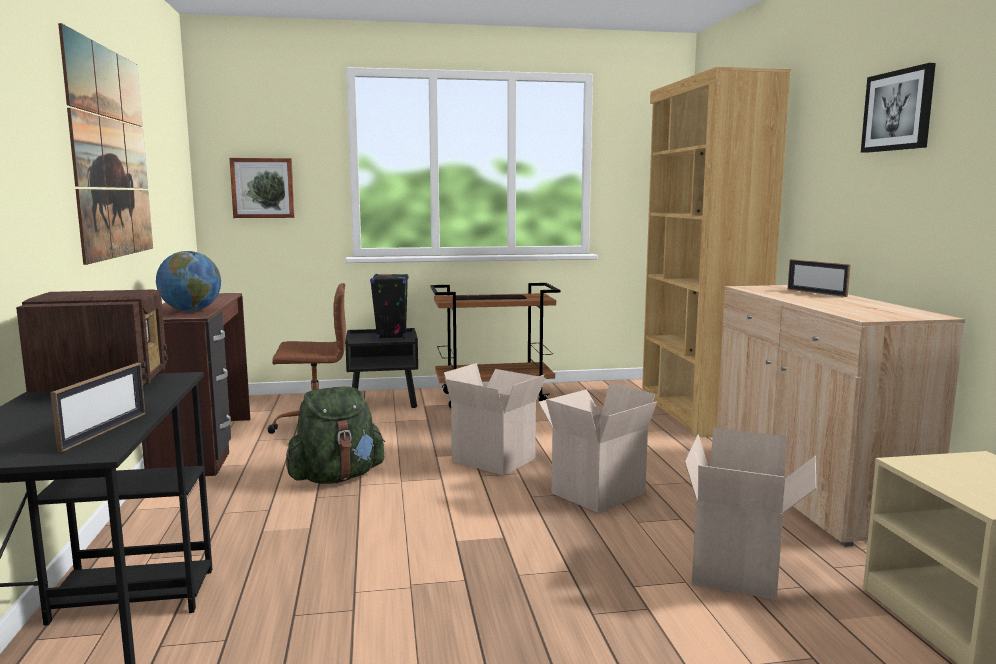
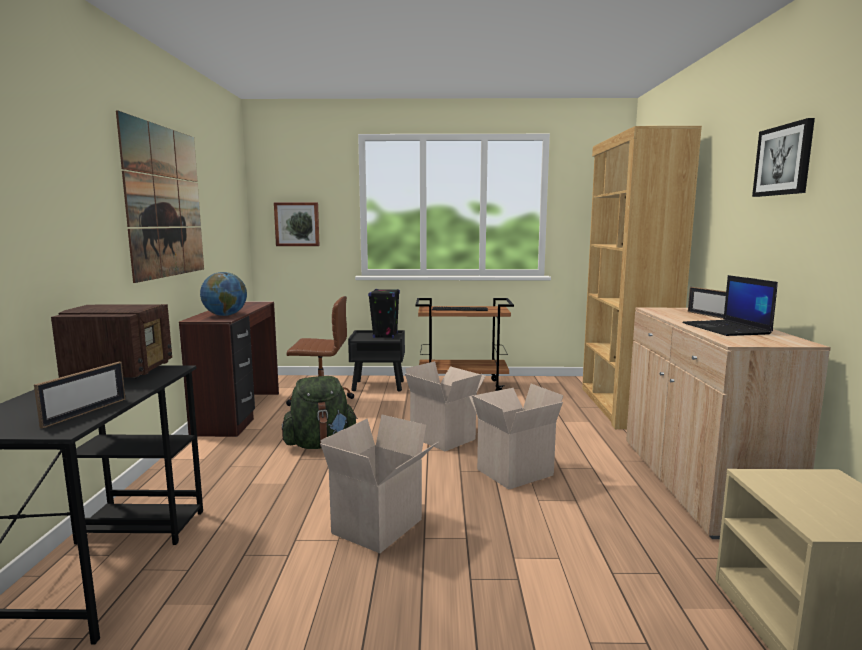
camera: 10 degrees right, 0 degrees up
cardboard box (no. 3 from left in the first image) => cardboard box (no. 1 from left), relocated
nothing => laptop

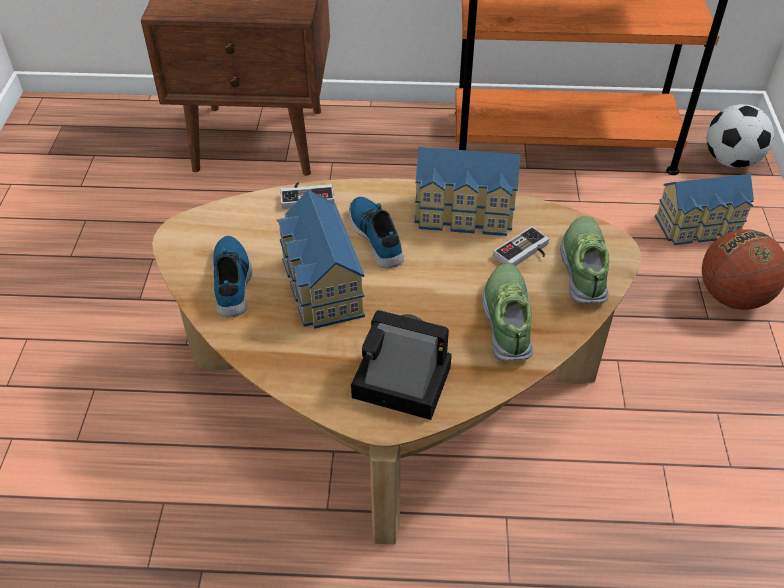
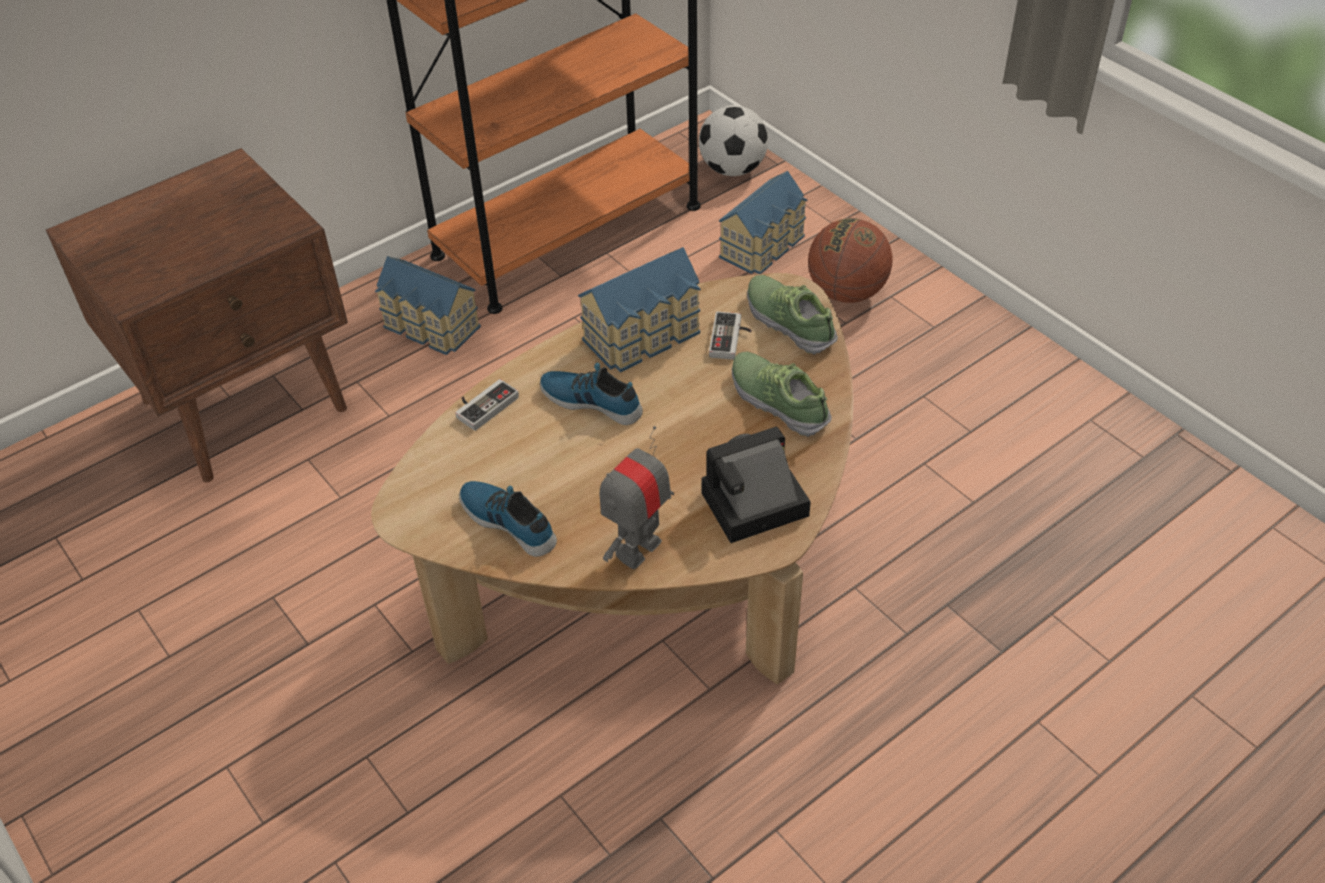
camera: 40 degrees left, 0 degrees up
toy house (no. 1 from left), relocated
nothing => toy robot

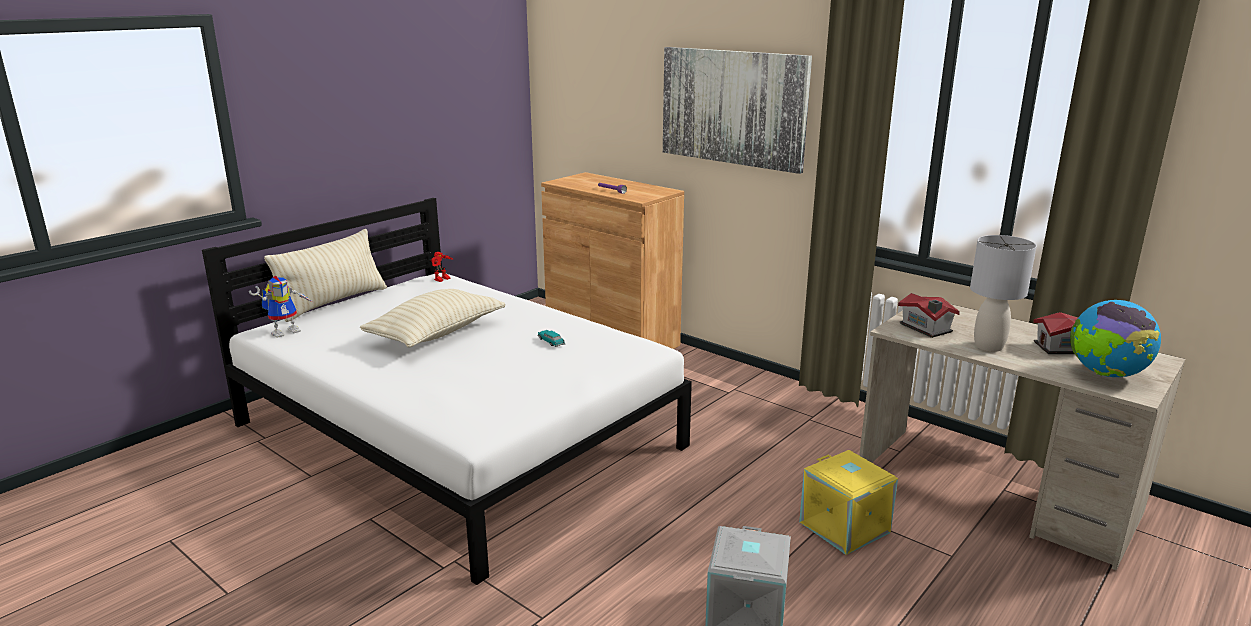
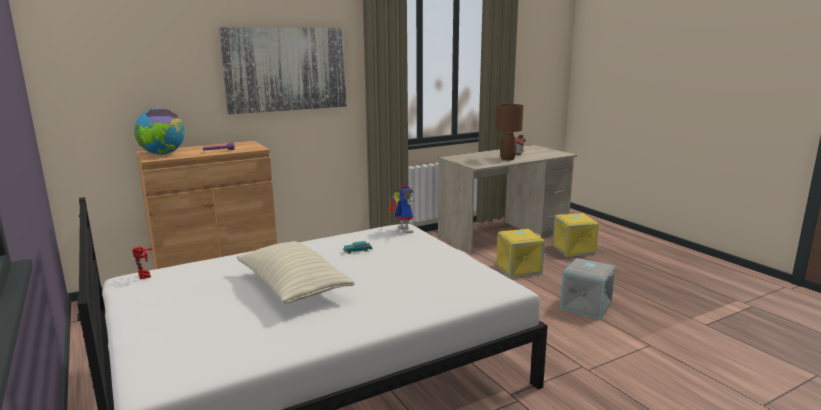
camera: 70 degrees left, 5 degrees down
globe, relocated
toy robot (no. 1 from left in the first image) => toy robot (no. 2 from left), relocated
grey table lamp => brown table lamp
nothing => yellow storage box (no. 2 from left)
beige pillow (no. 1 from left) => nothing
toy house (no. 1 from left) => nothing

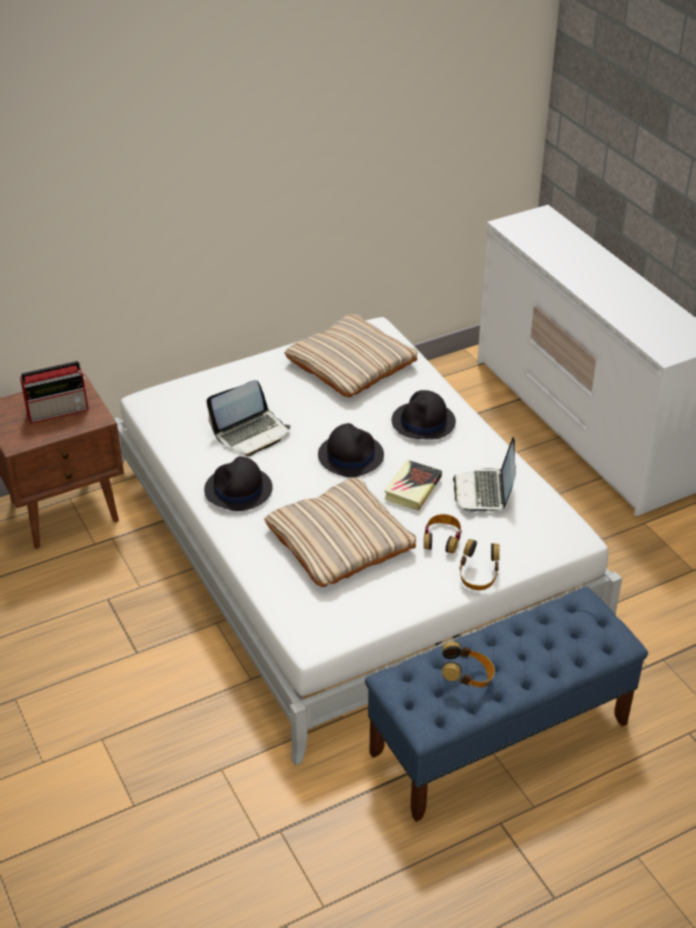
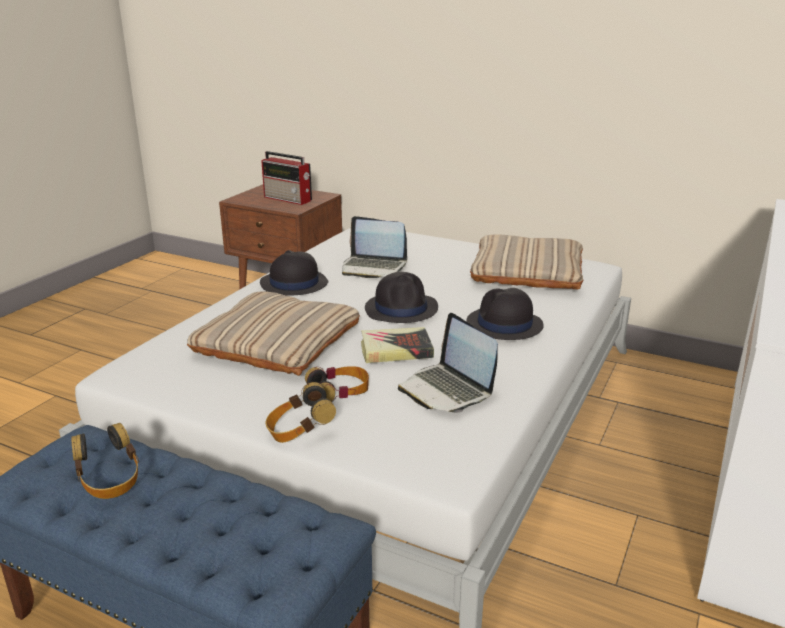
camera: 55 degrees right, 15 degrees down
laptop (no. 2 from left), 90 degrees counterclockwise

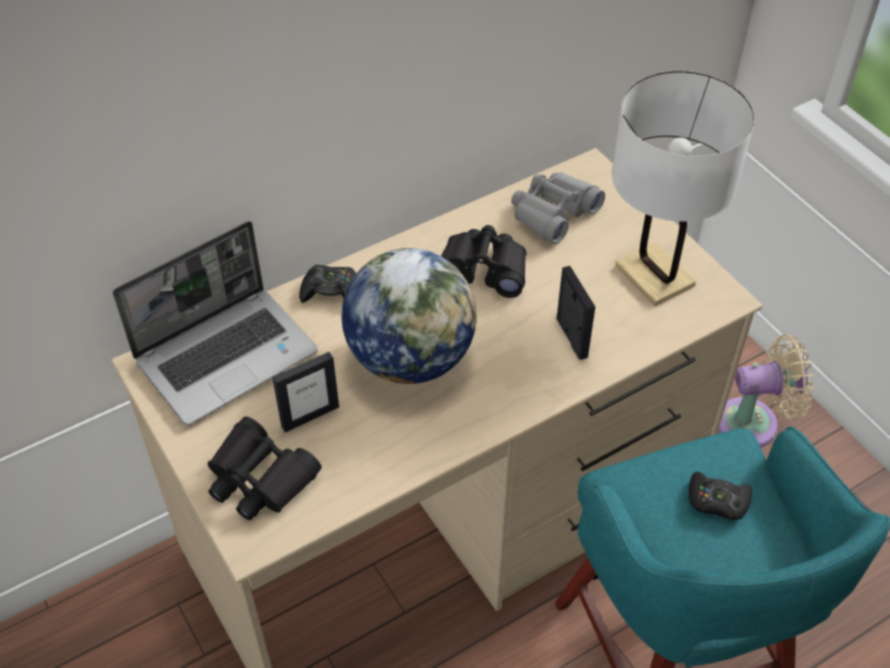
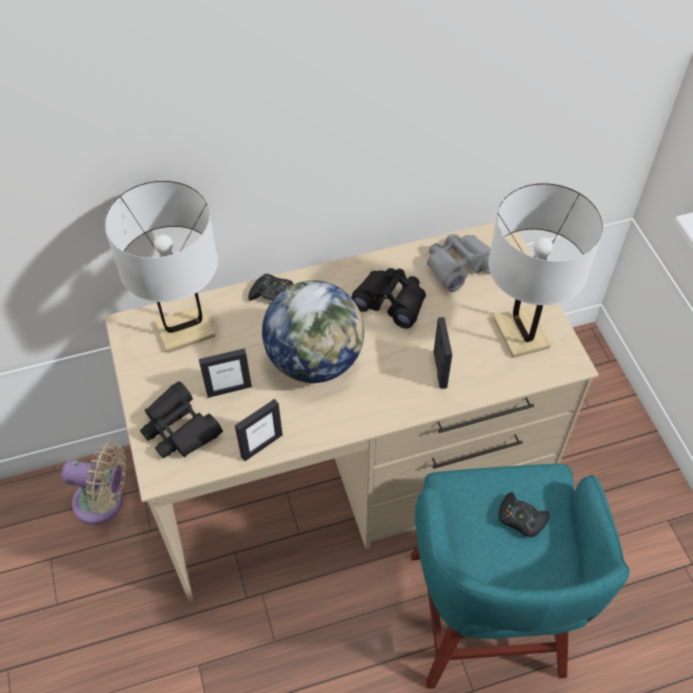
camera: 15 degrees right, 5 degrees up
beige fan, relocated
laptop => white table lamp (no. 1 from left)
nothing => picture frame (no. 2 from left)

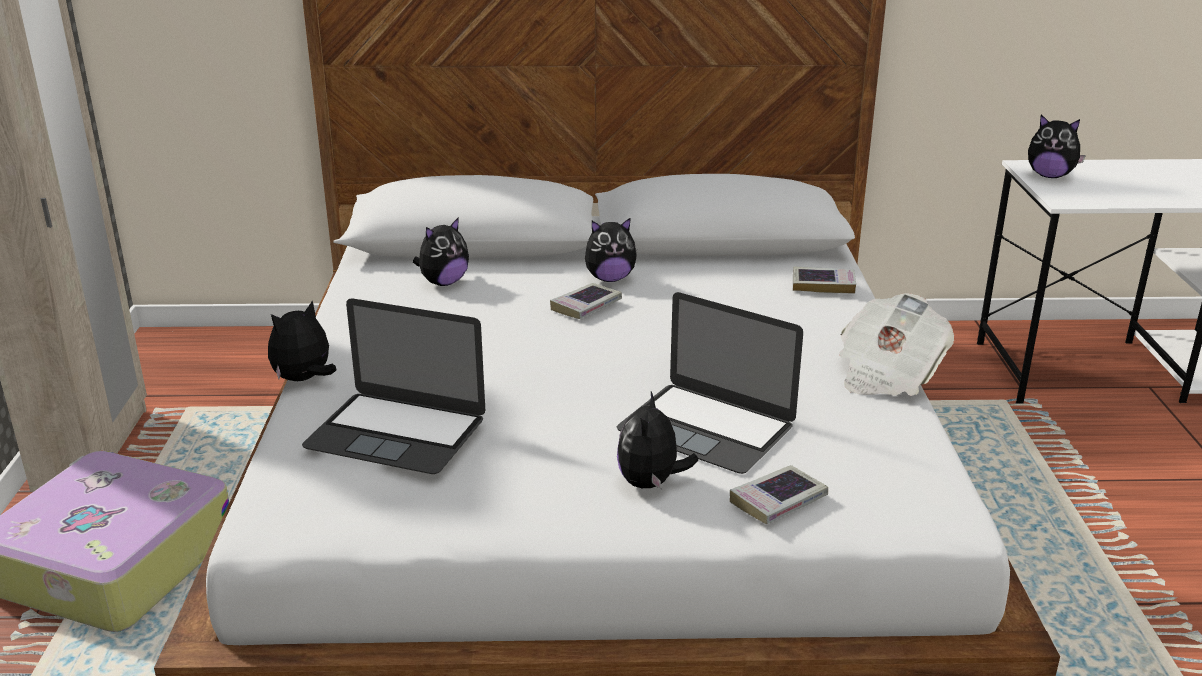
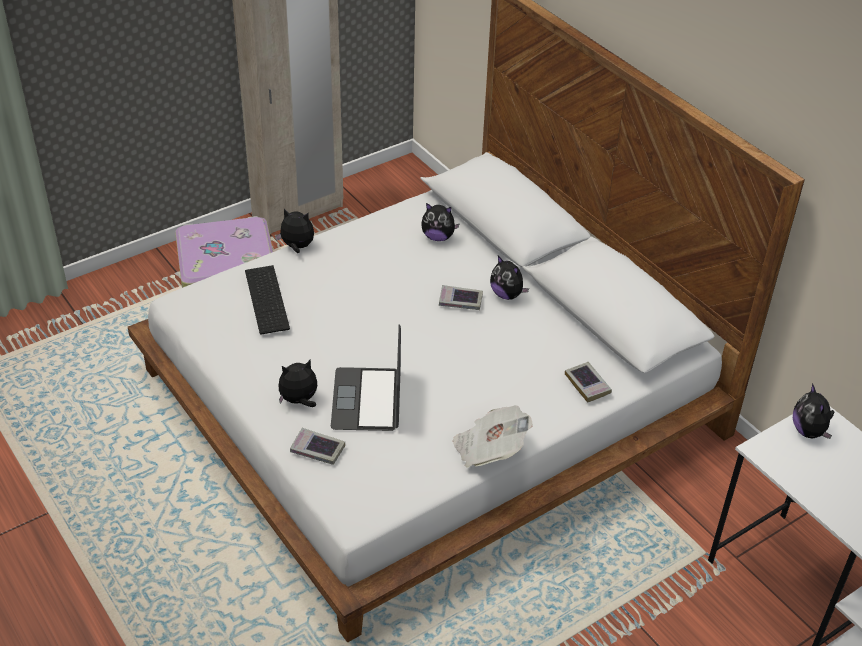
camera: 55 degrees right, 15 degrees up
laptop (no. 1 from left) => keyboard

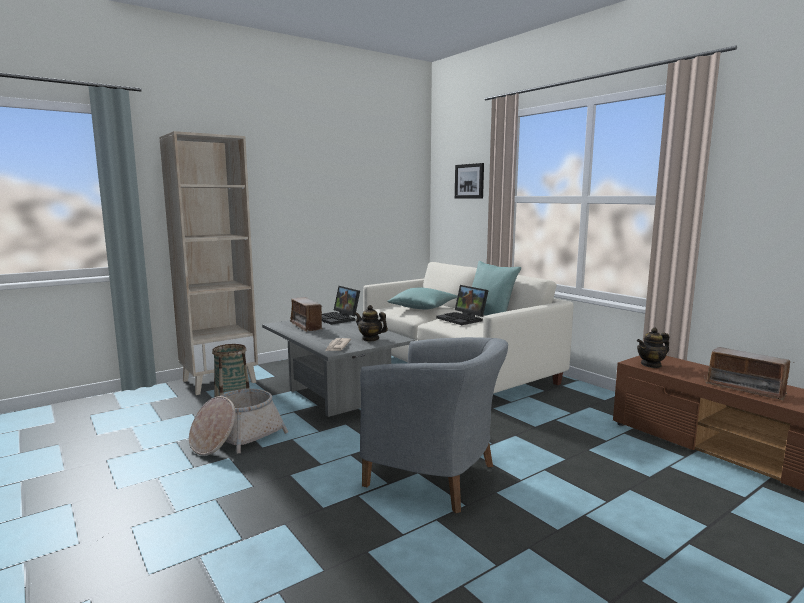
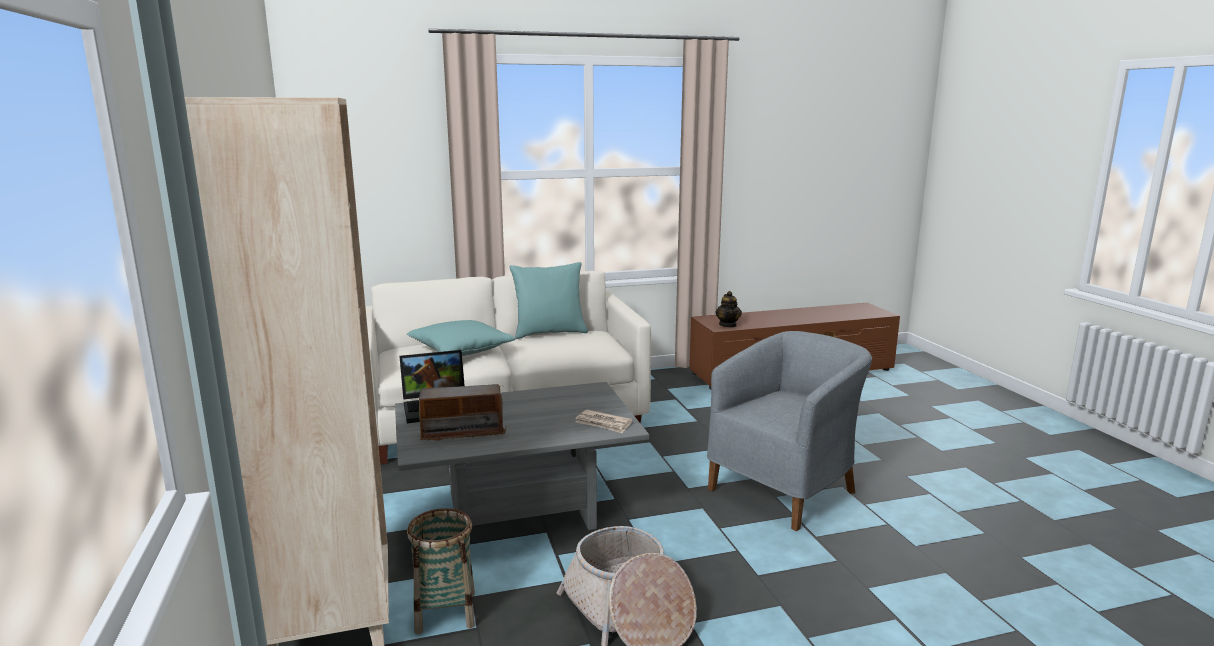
camera: 70 degrees left, 5 degrees up
teapot (no. 1 from left) => nothing
laptop (no. 2 from left) => nothing
picture => nothing
radio (no. 2 from left) => nothing

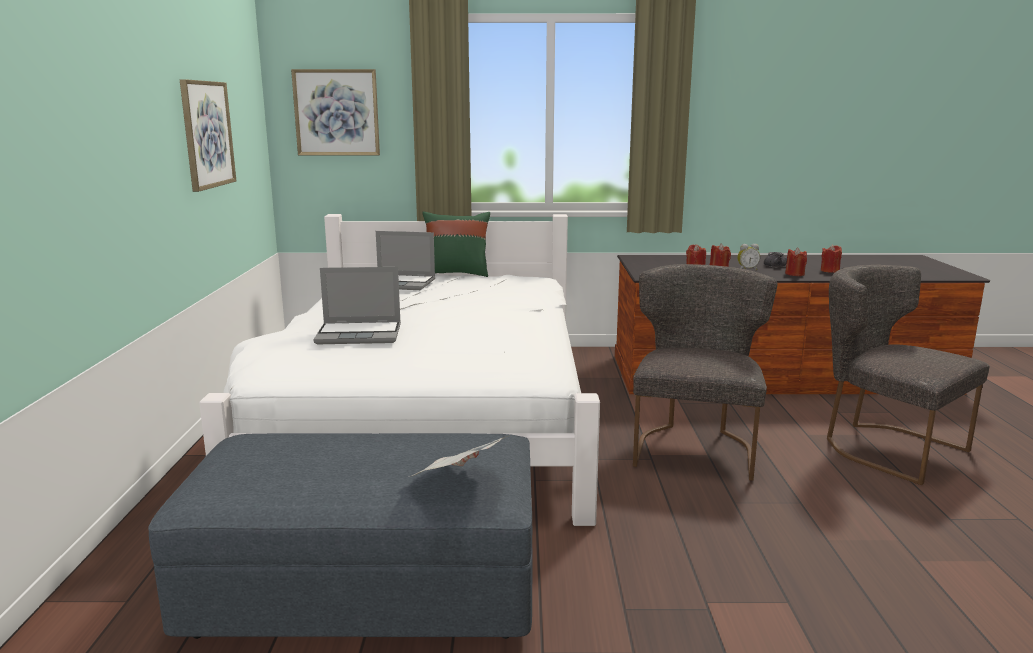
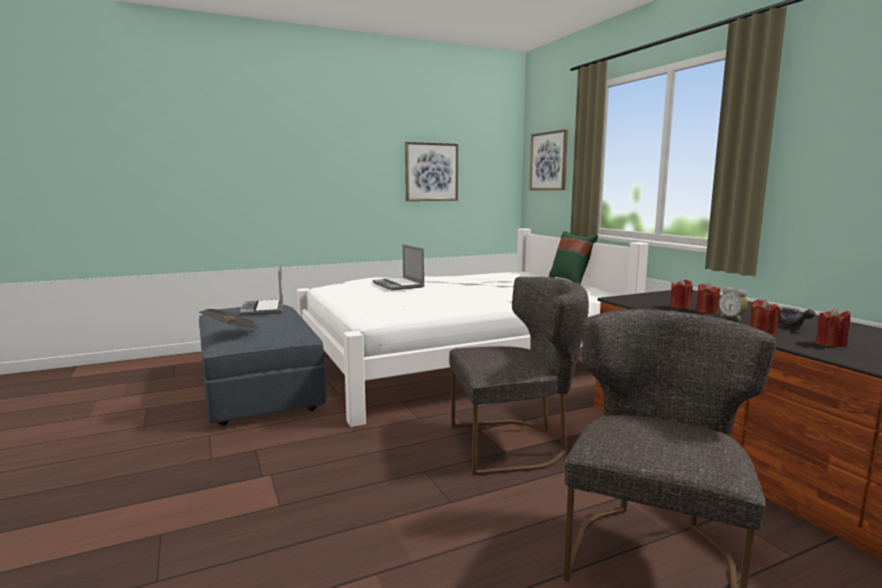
camera: 65 degrees right, 5 degrees down
laptop (no. 2 from left in the first image) => laptop (no. 1 from left), relocated

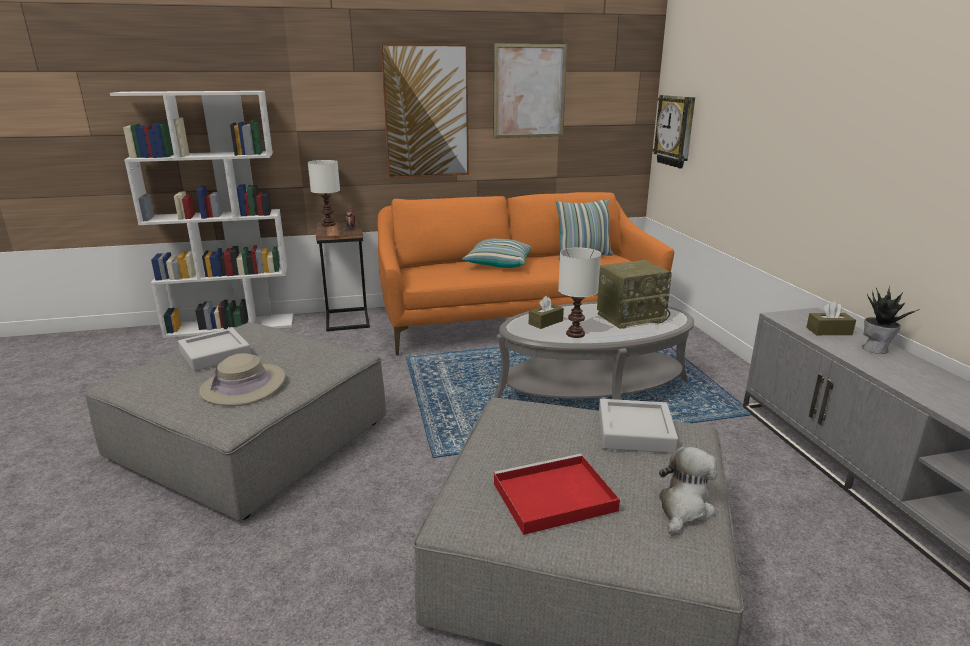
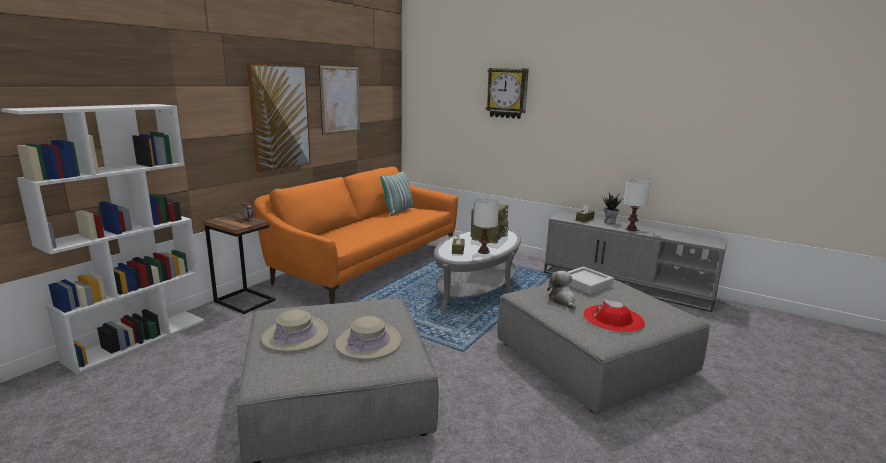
camera: 45 degrees left, 5 degrees down
grey tray (no. 1 from left) => beige hat (no. 1 from left)
wall clock, relocated
plush toy, relocated
red tray => red hat
white table lamp (no. 1 from left in the first image) => white table lamp (no. 2 from left), relocated
pillow (no. 1 from left) => nothing

